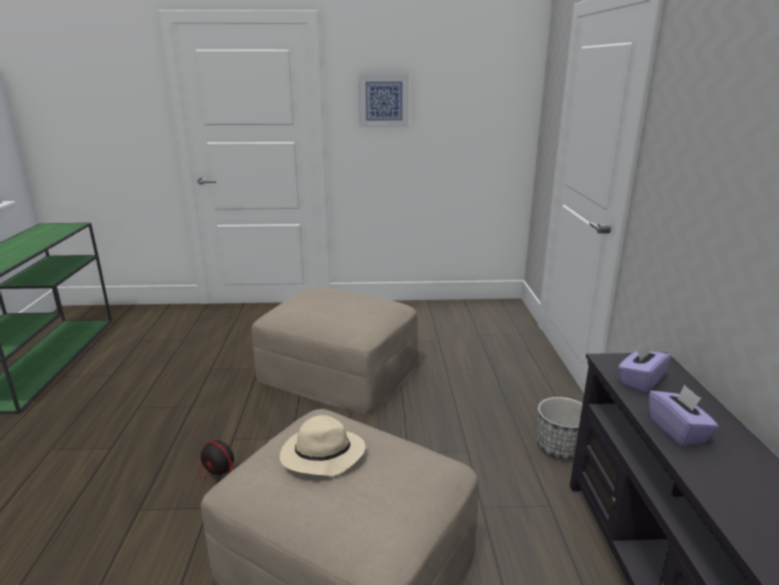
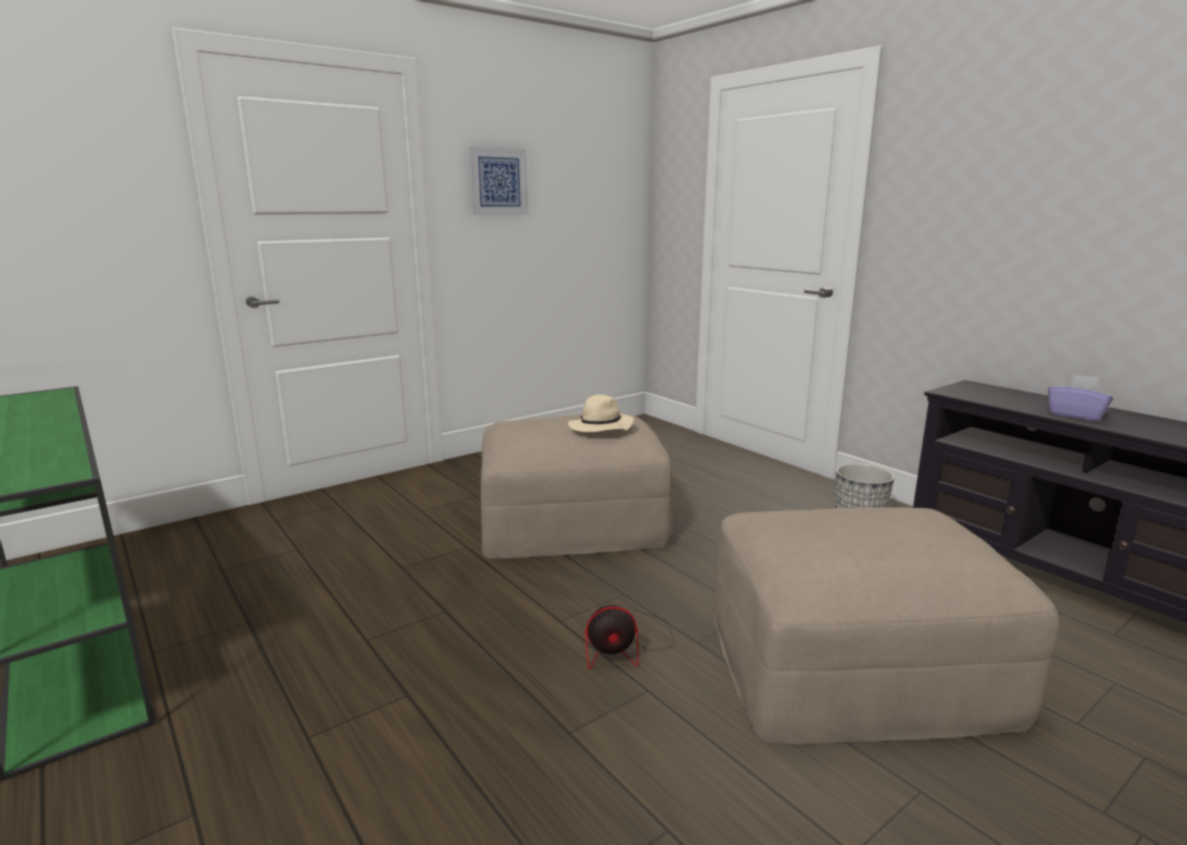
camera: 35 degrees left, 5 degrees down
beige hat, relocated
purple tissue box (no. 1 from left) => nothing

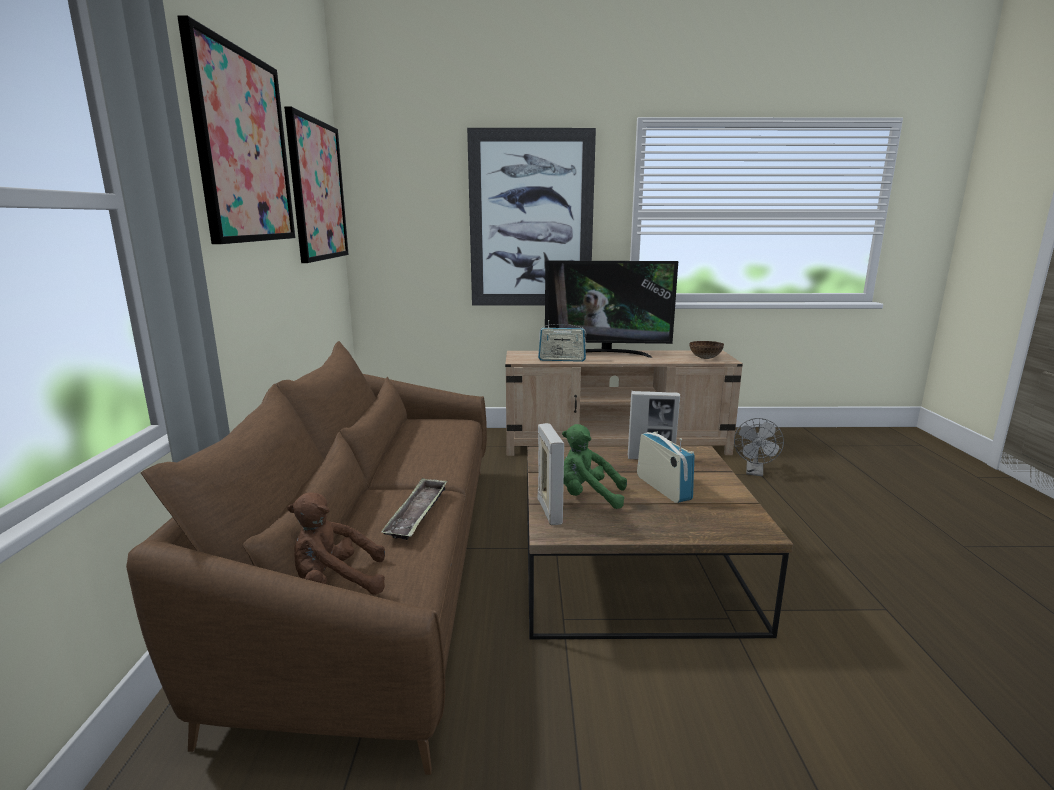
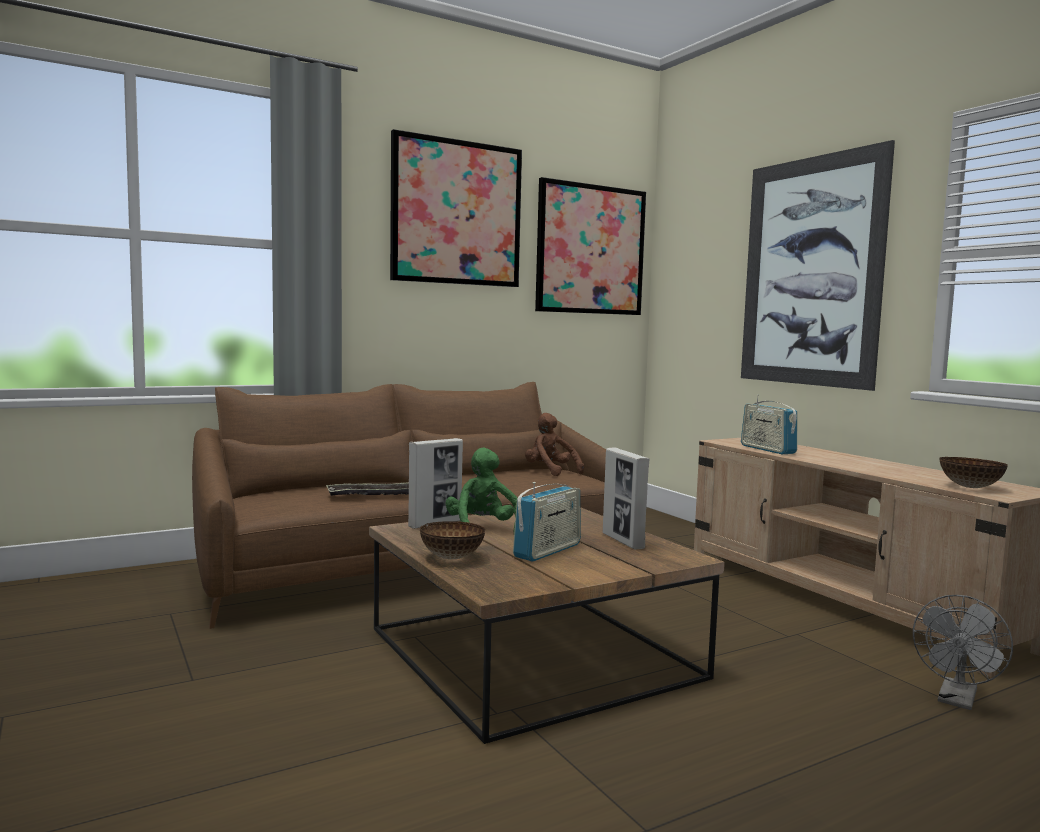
camera: 60 degrees right, 10 degrees down
nothing => bowl (no. 1 from left)
brown plush toy, relocated
grey fan, 45 degrees counterclockwise
television => nothing

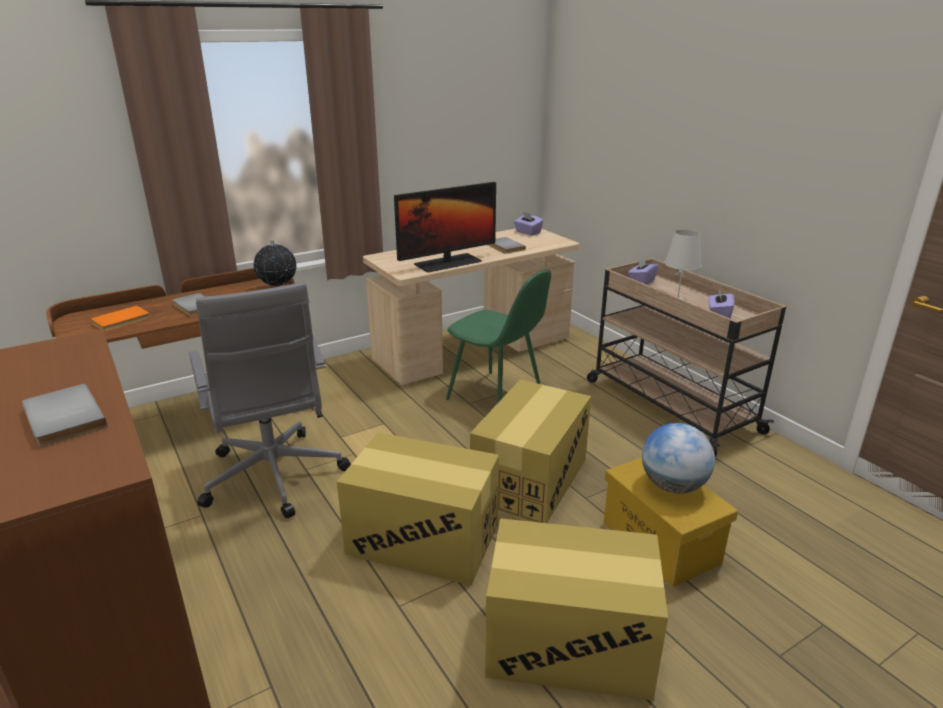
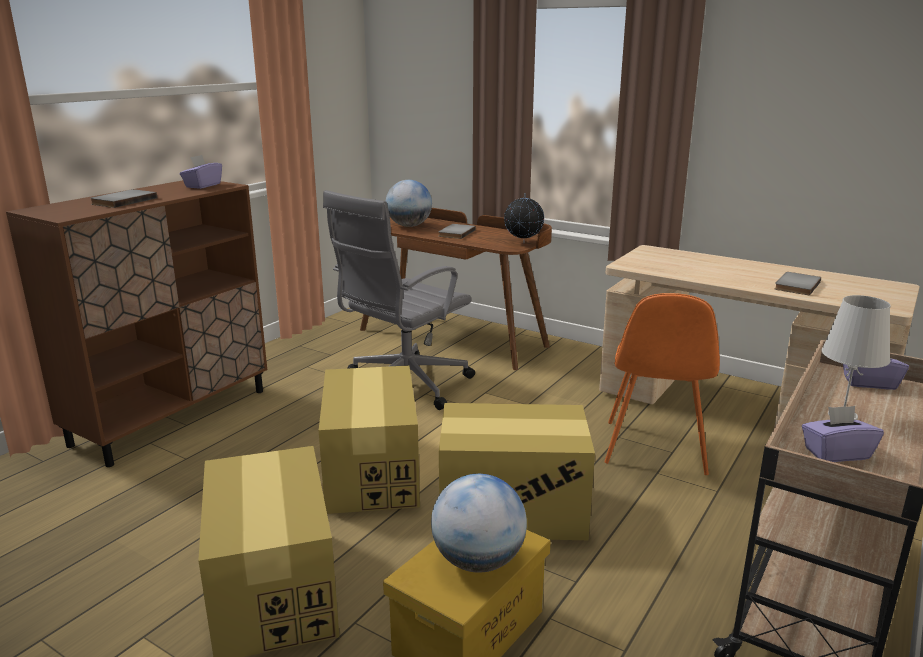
camera: 65 degrees right, 5 degrees down
purple tissue box (no. 1 from left), relocated
orange book => globe (no. 1 from left)
green chair => orange chair
monitor => nothing

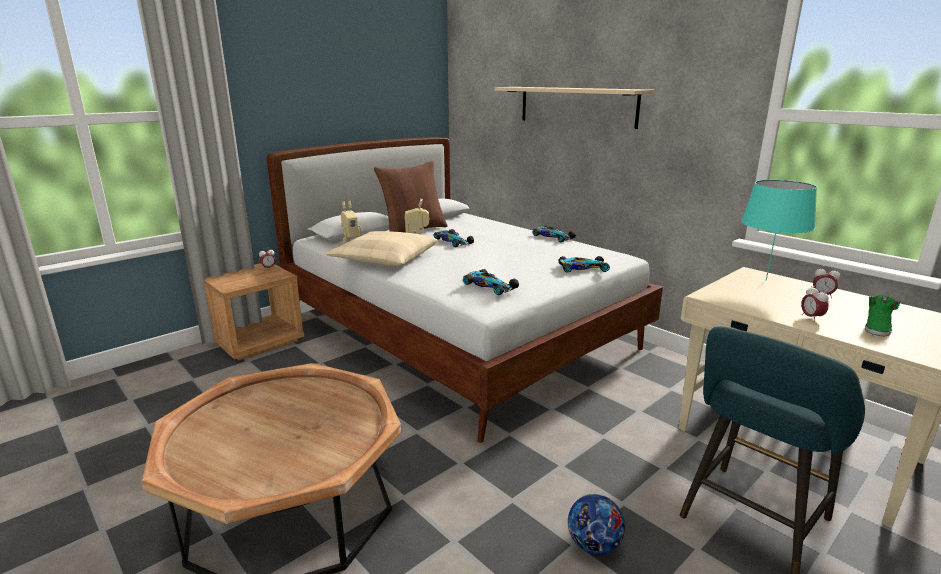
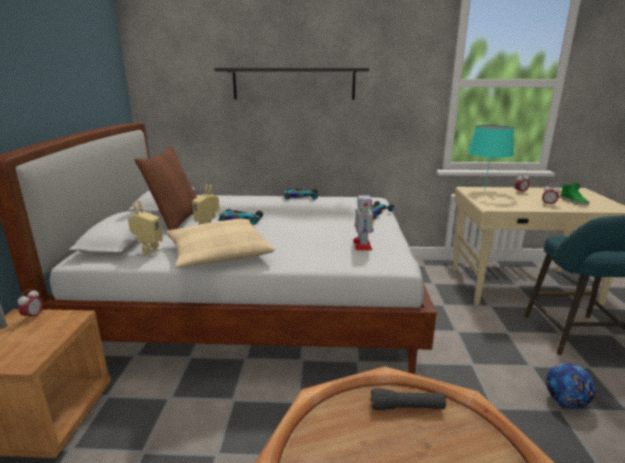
camera: 45 degrees left, 0 degrees up
beige shelf => black shelf
toy car (no. 2 from left) => toy robot (no. 3 from left)
nothing => black flashlight

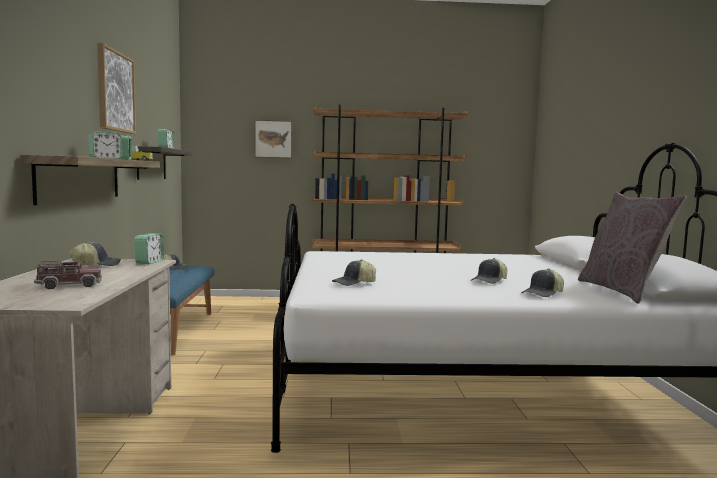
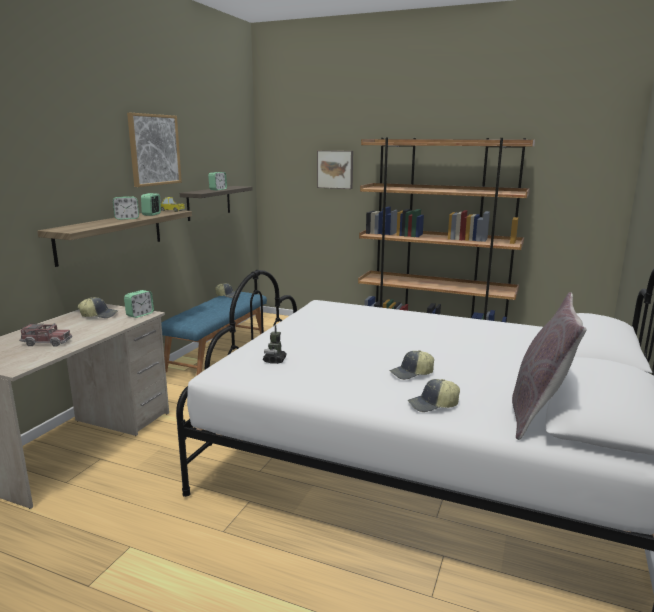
camera: 25 degrees right, 10 degrees up
cap (no. 3 from left) => toy robot

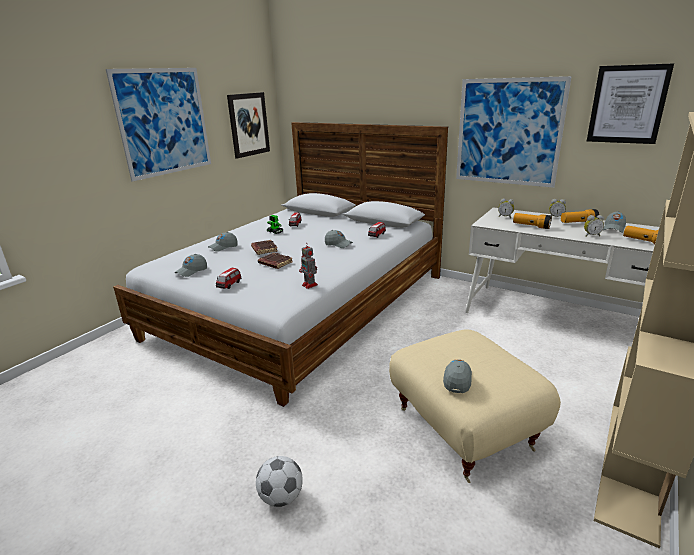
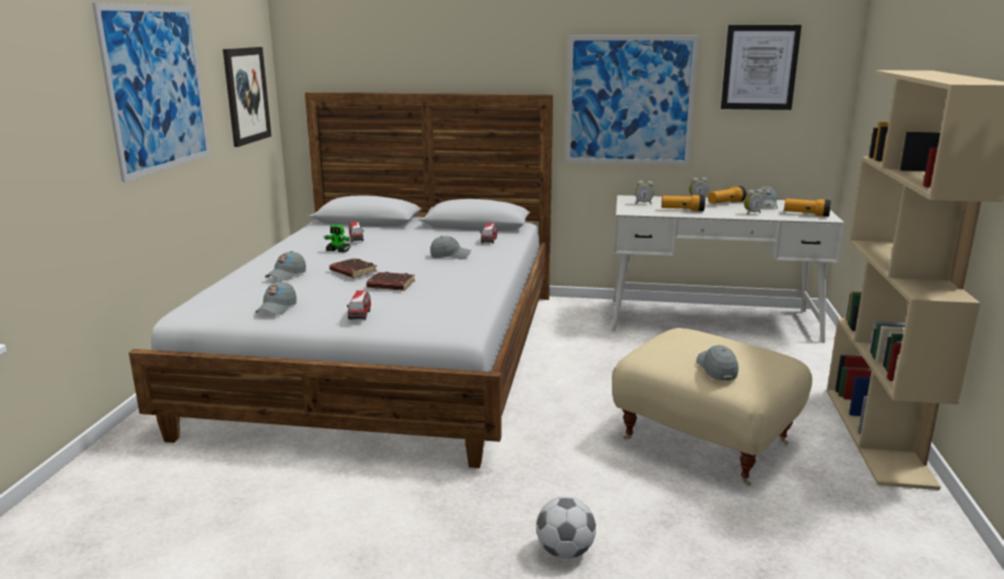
camera: 25 degrees left, 5 degrees down
toy robot (no. 2 from left) => nothing

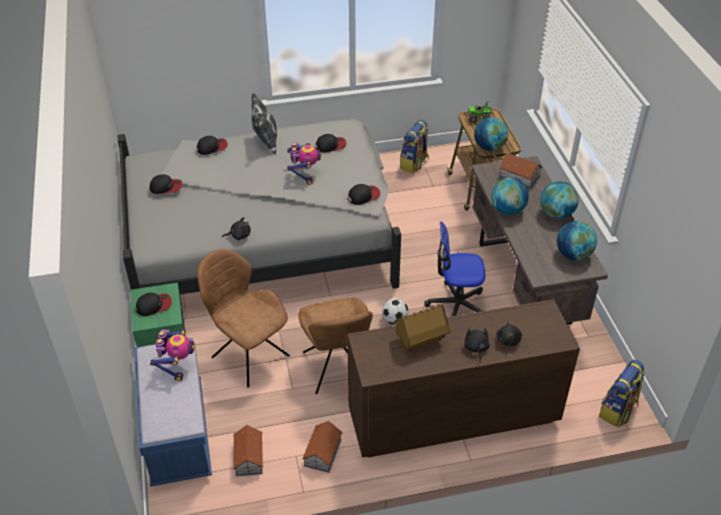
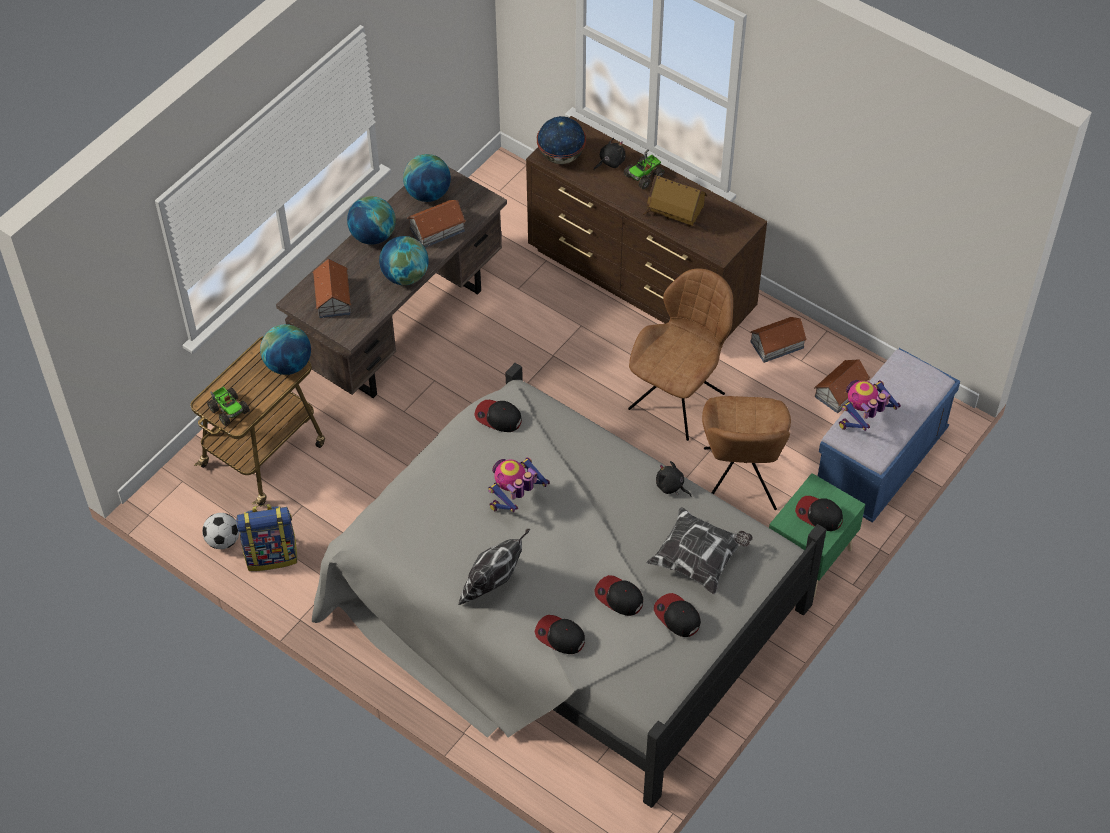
camera: 130 degrees left, 10 degrees up
football, relocated
nothing => toy house (no. 2 from left)
nothing => globe (no. 5 from left)
cap (no. 4 from left in the first image) => cap (no. 3 from left), relocated
black plush toy (no. 2 from left) => toy truck (no. 2 from left)
nothing => pillow (no. 2 from left)
office chair => nothing
backpack (no. 2 from left) => nothing

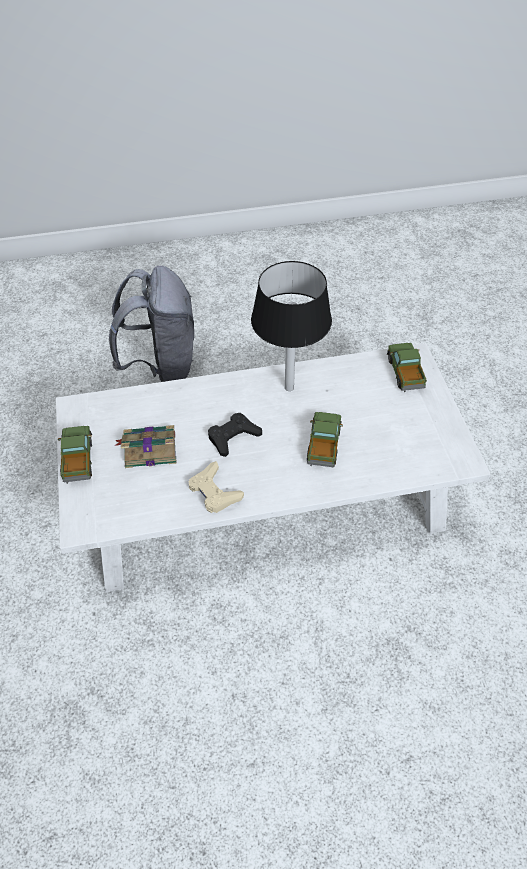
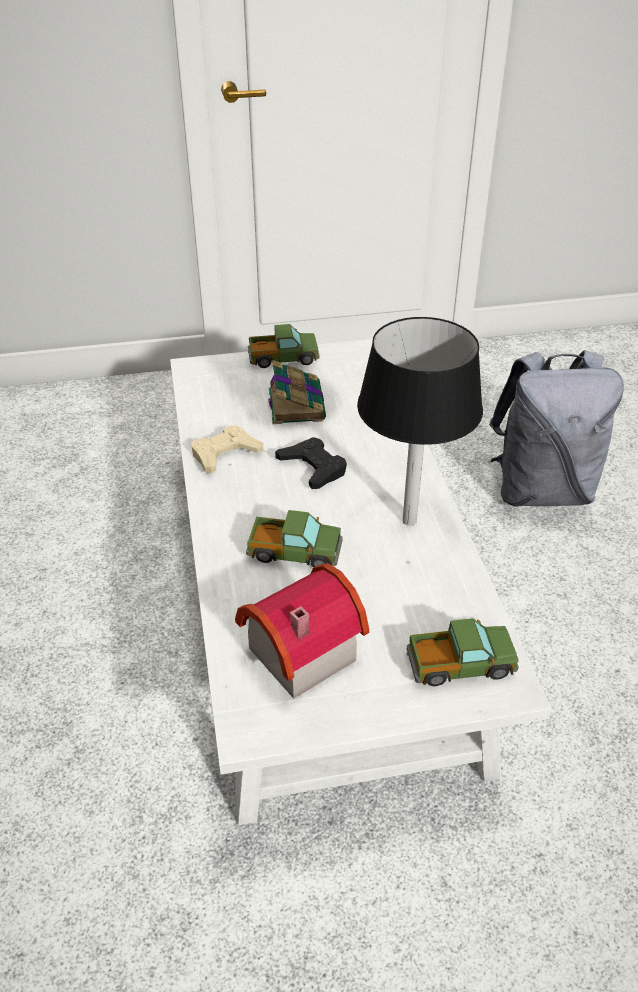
camera: 90 degrees right, 10 degrees down
nothing => toy house

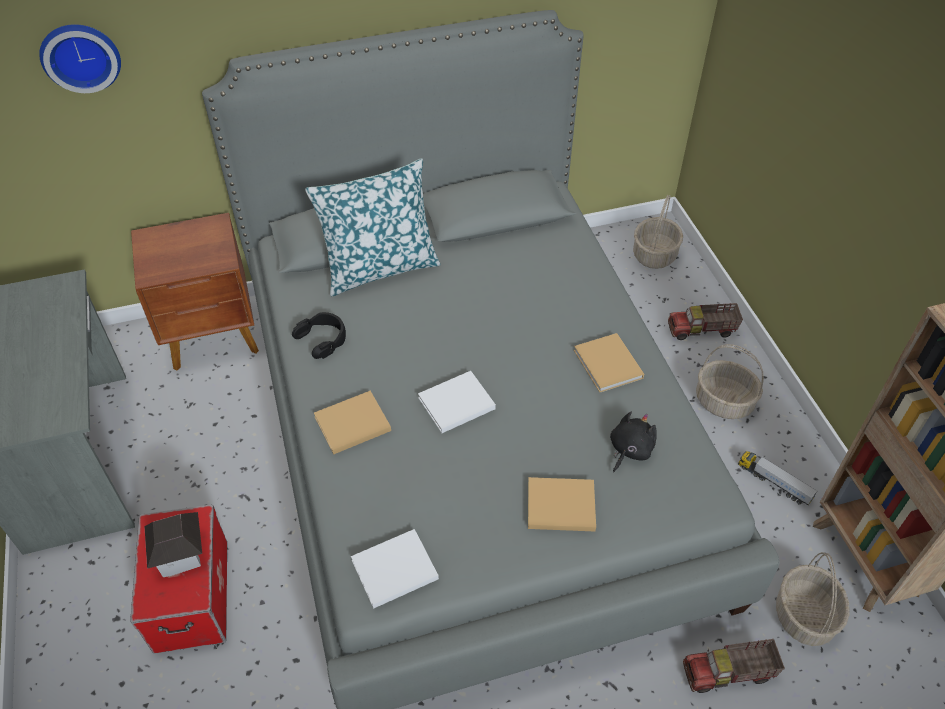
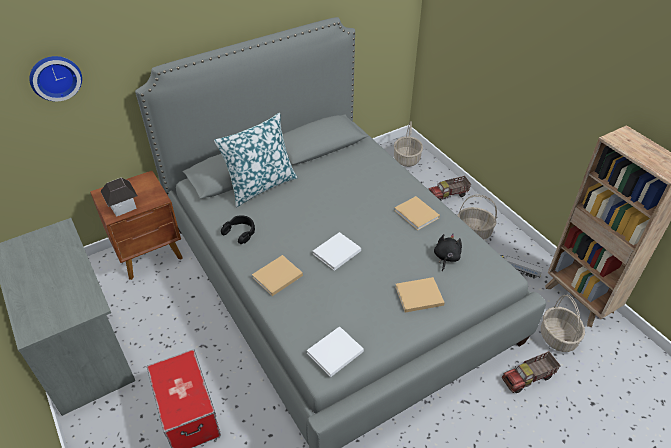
camera: 15 degrees left, 5 degrees down
toy house, relocated

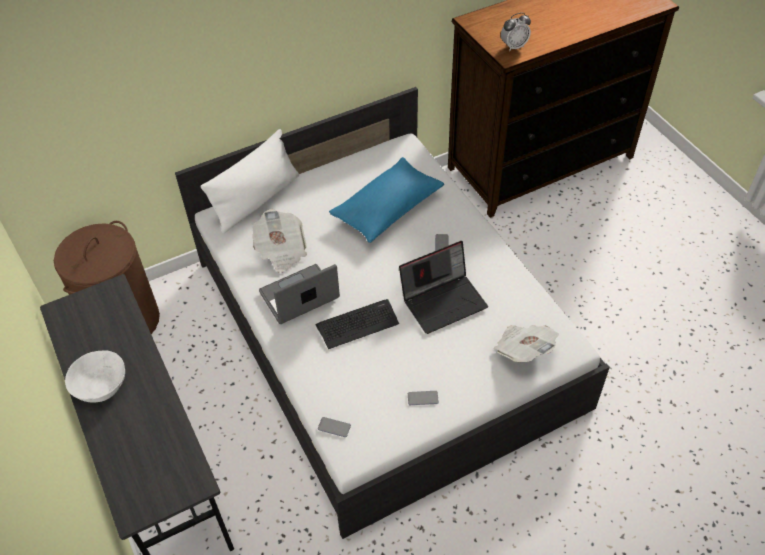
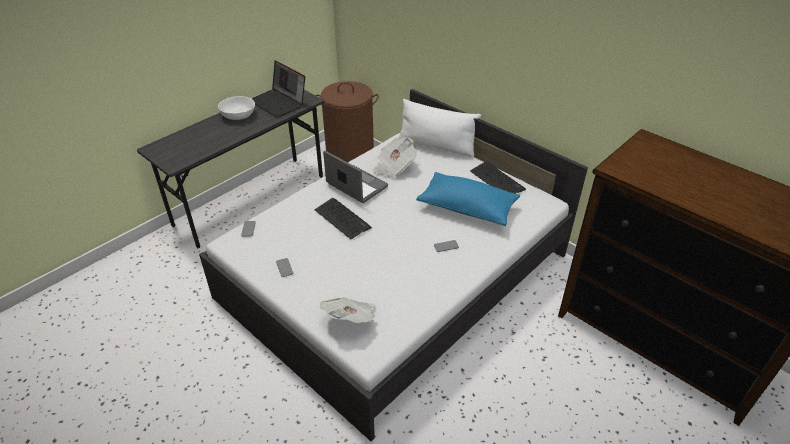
camera: 70 degrees right, 10 degrees down
laptop (no. 2 from left in the first image) => laptop (no. 1 from left), relocated
nothing => keyboard (no. 2 from left)
alarm clock => nothing

